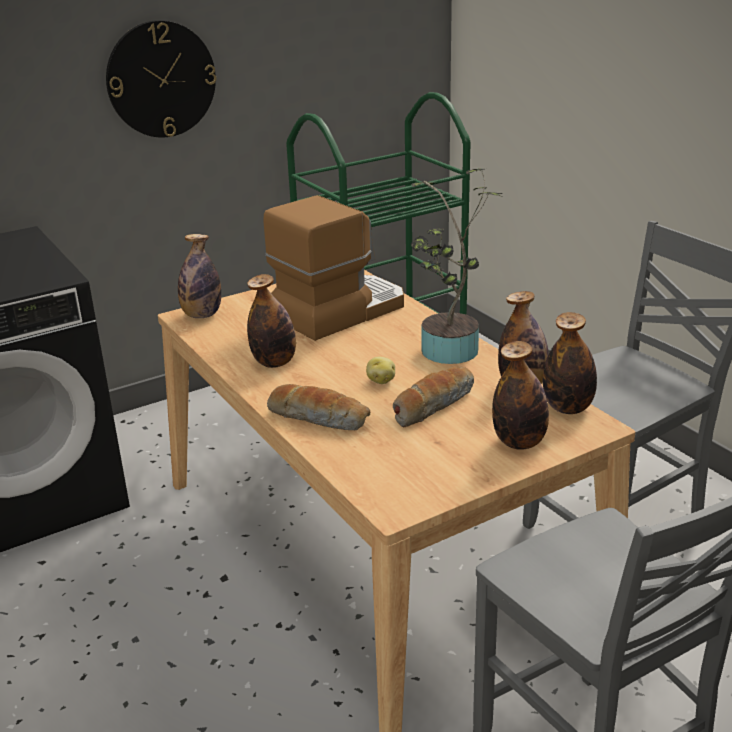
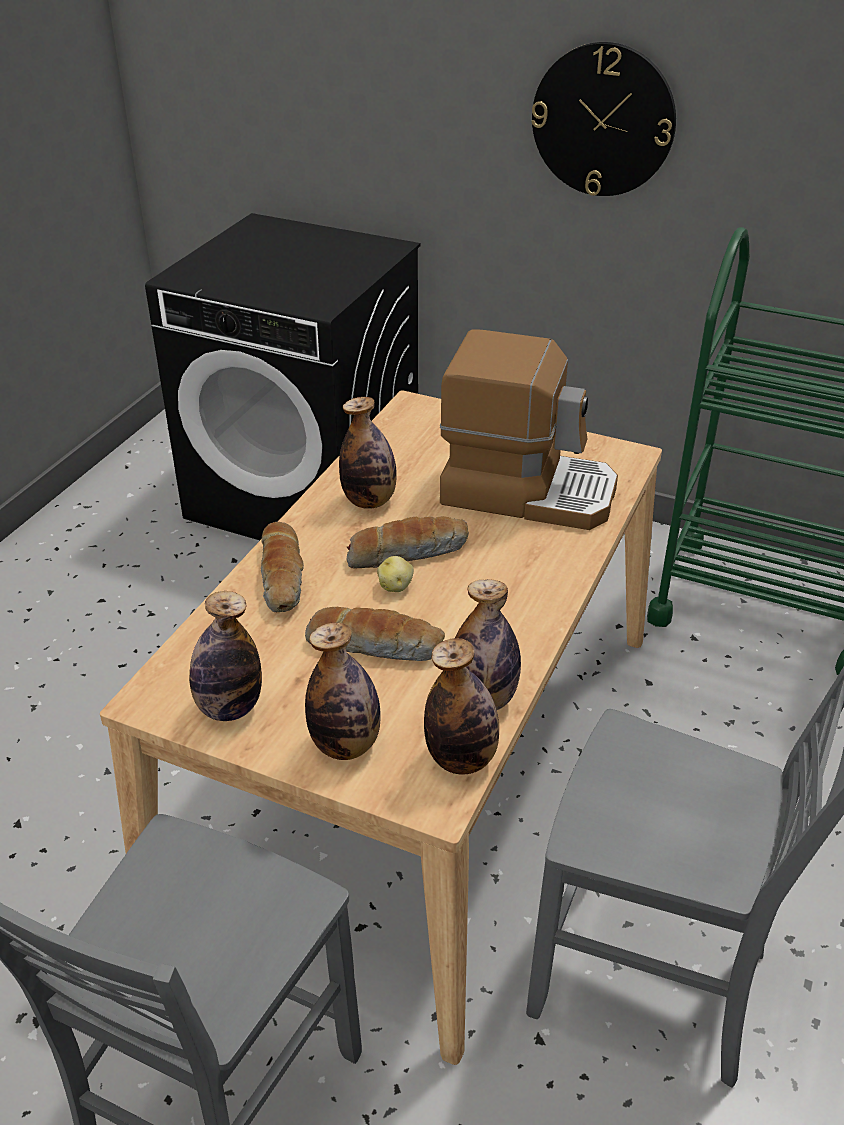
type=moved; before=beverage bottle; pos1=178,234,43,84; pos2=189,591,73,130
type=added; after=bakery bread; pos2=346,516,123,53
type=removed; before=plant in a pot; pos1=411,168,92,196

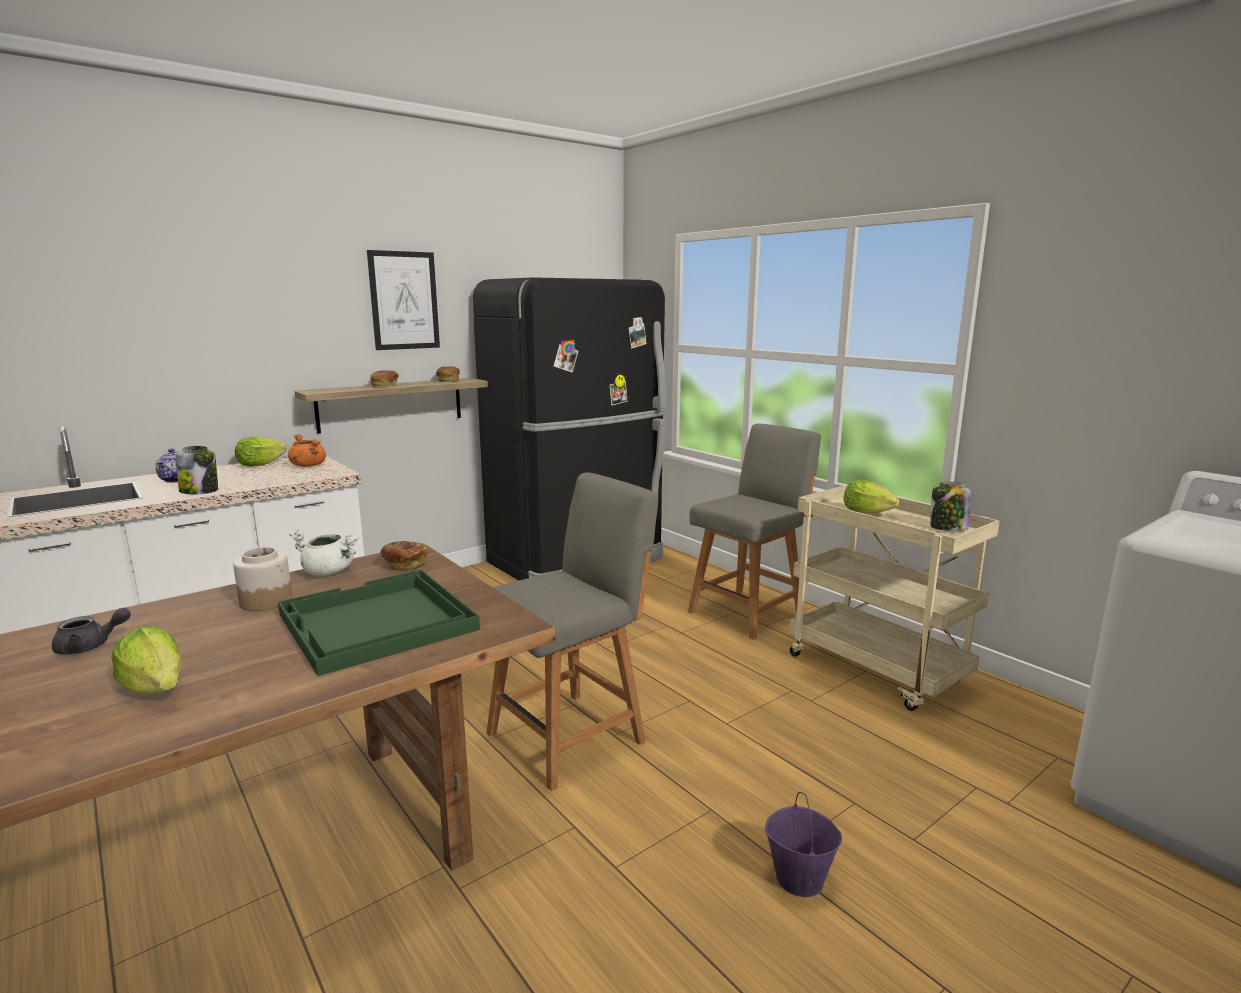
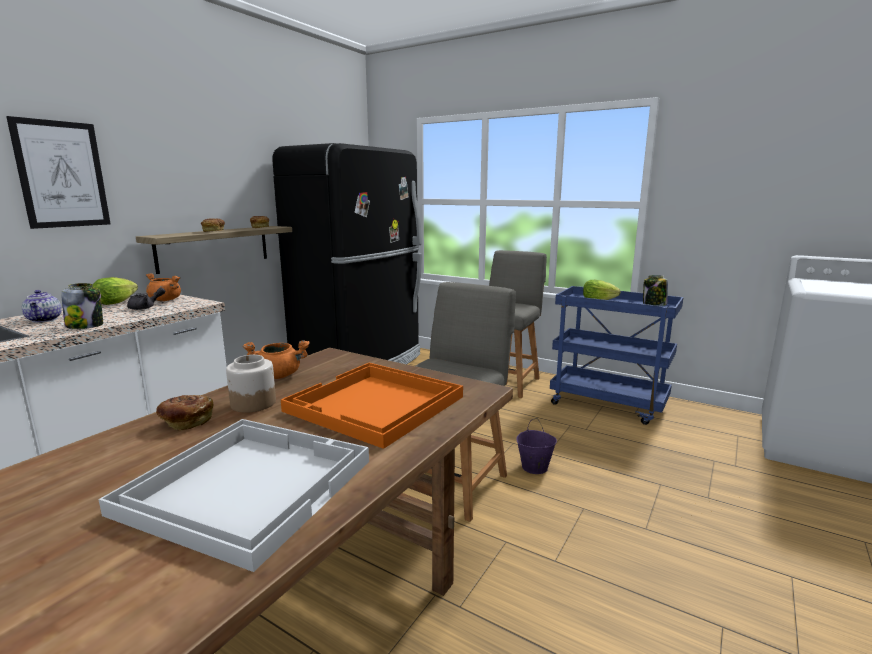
type=moved; before=wall picture; pos1=367,250,73,100; pos2=6,116,104,113
type=replaced; before=head of lettuce; after=white-coloured serving tray; pos1=111,626,71,69; pos2=98,419,271,153
type=moved; before=greyish teapot; pos1=52,608,79,47; pos2=127,288,38,22
type=moved; before=bakery bread; pos1=380,541,48,30; pos2=156,395,57,36
type=recoloured; before=white-coloured saucepot; after=orange-coloured saucepot; pos1=289,530,70,46; pos2=243,341,66,38
type=recoloured; before=greenish serving tray; after=orange-coloured serving tray; pos1=278,570,202,106; pos2=281,363,182,86
type=moved; before=purple pail; pos1=764,792,78,105; pos2=516,418,41,56
type=recoloured; before=beige-coloured wheeled cart; after=blue-coloured wheeled cart; pos1=789,485,211,226; pos2=550,286,134,139

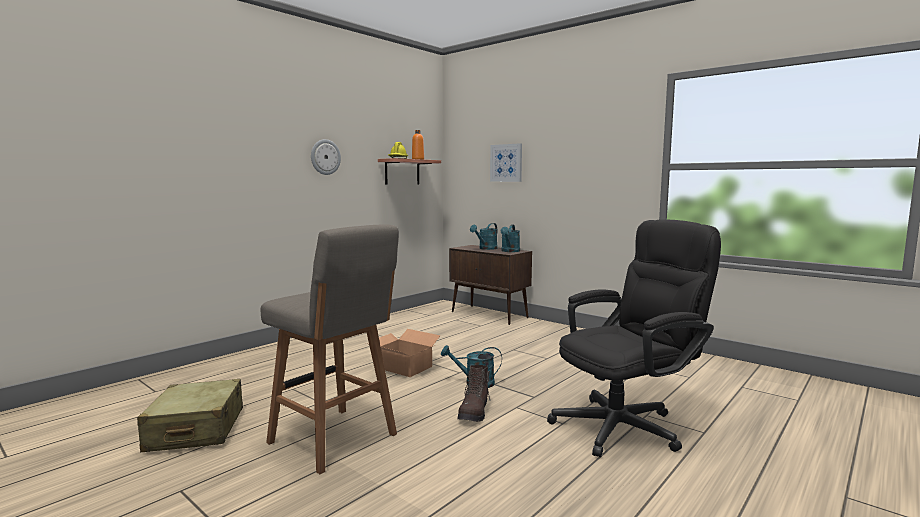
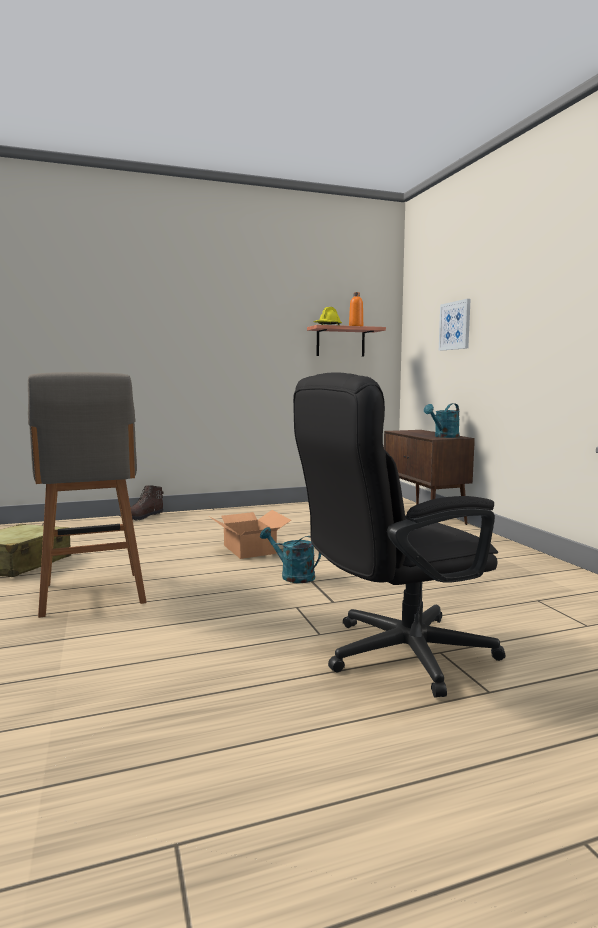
type=moved; before=brown boot; pos1=457,365,33,57; pos2=119,485,45,35
type=turned; before=blackish office chair; pos1=547,220,174,237; pos2=293,372,212,326; turn=150
type=removed; before=hanging clock; pos1=311,139,30,36
type=removed; before=blue-green watering pot; pos1=470,223,28,27

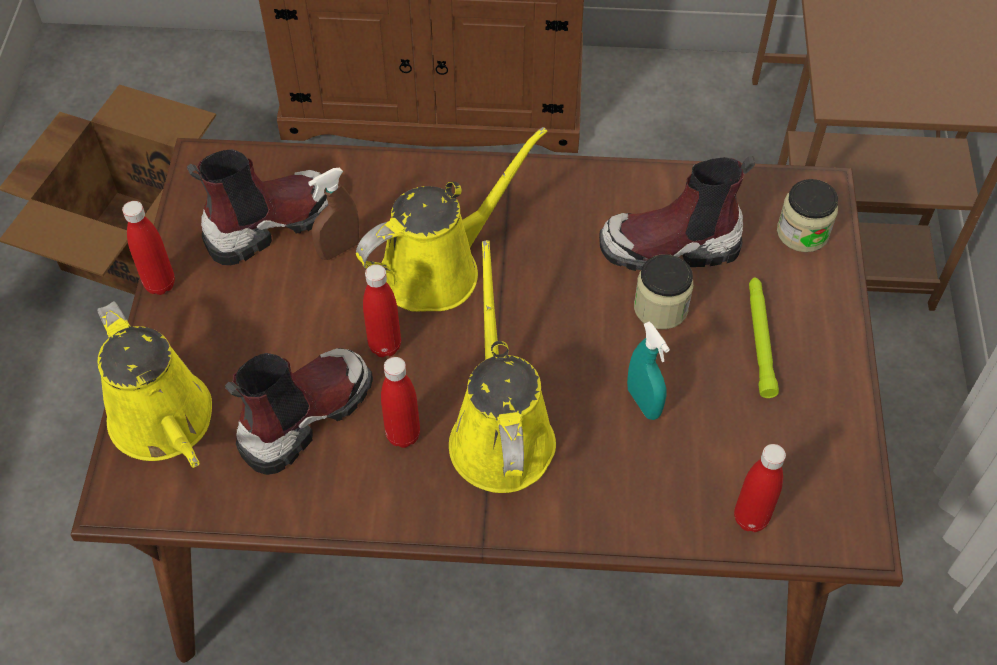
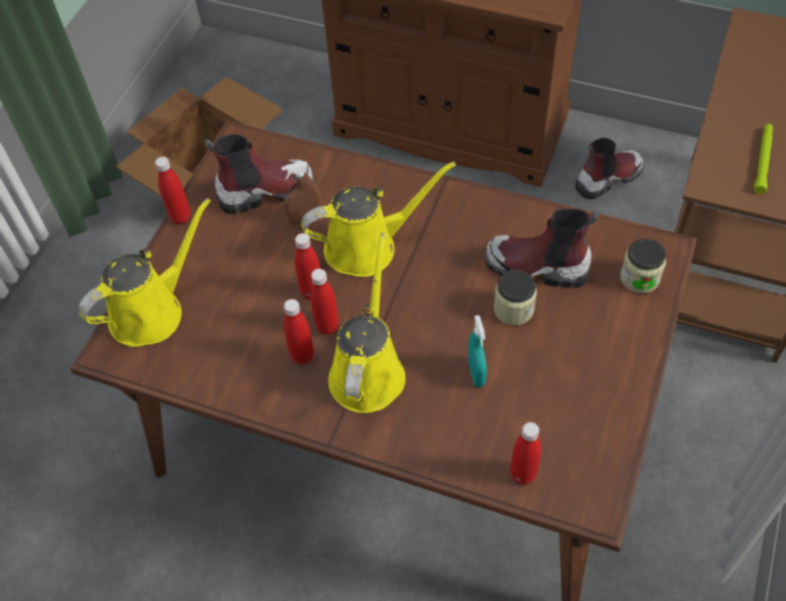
type=turned; before=yellowish watering pot; pos1=97,301,115,167; pos2=78,198,133,149; turn=-120
type=added; after=red beverage bottle; pos2=310,269,29,66
type=moved; before=boot; pos1=225,348,148,127; pos2=575,138,69,61
type=moved; before=greenish hand torch; pos1=749,277,30,121; pos2=754,124,19,70

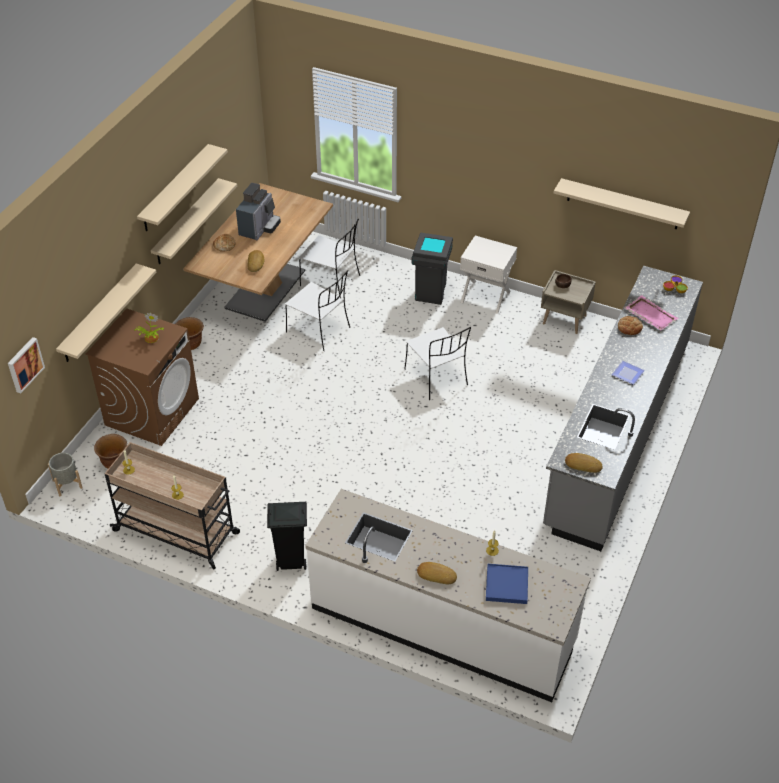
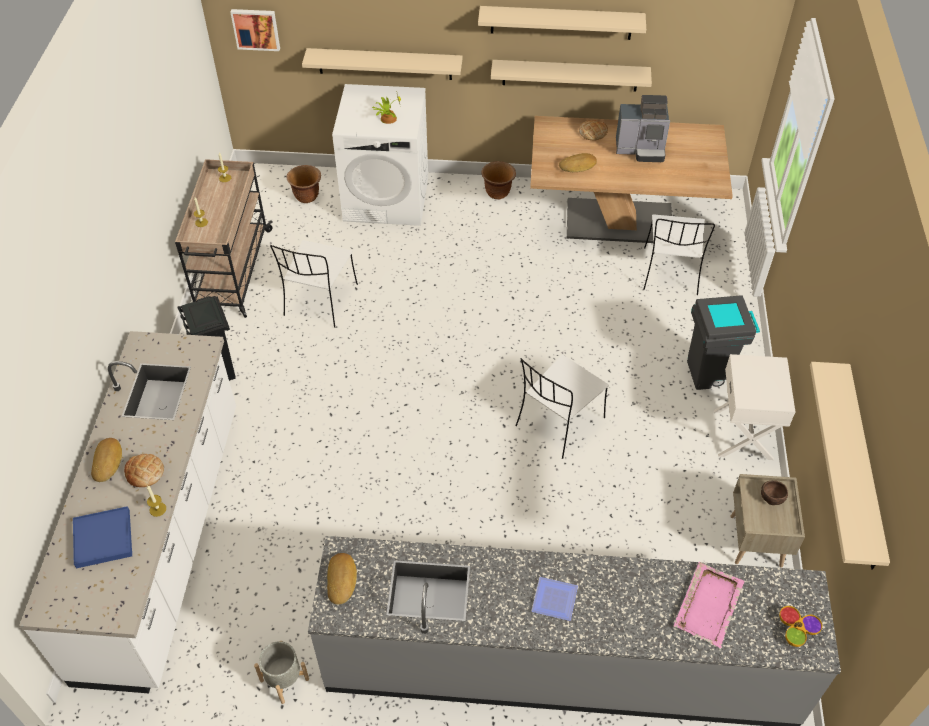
type=moved; before=bakery bread; pos1=618,316,25,19; pos2=124,454,40,33
type=moved; before=greyish planter; pos1=48,453,35,43; pos2=254,641,55,63
type=moved; before=white-coloured plain chair; pos1=285,270,65,81; pos2=270,240,88,87
type=recoloured; before=brown laundry appliance; after=white-coloured laundry appliance; pos1=85,309,114,137; pos2=332,84,96,142

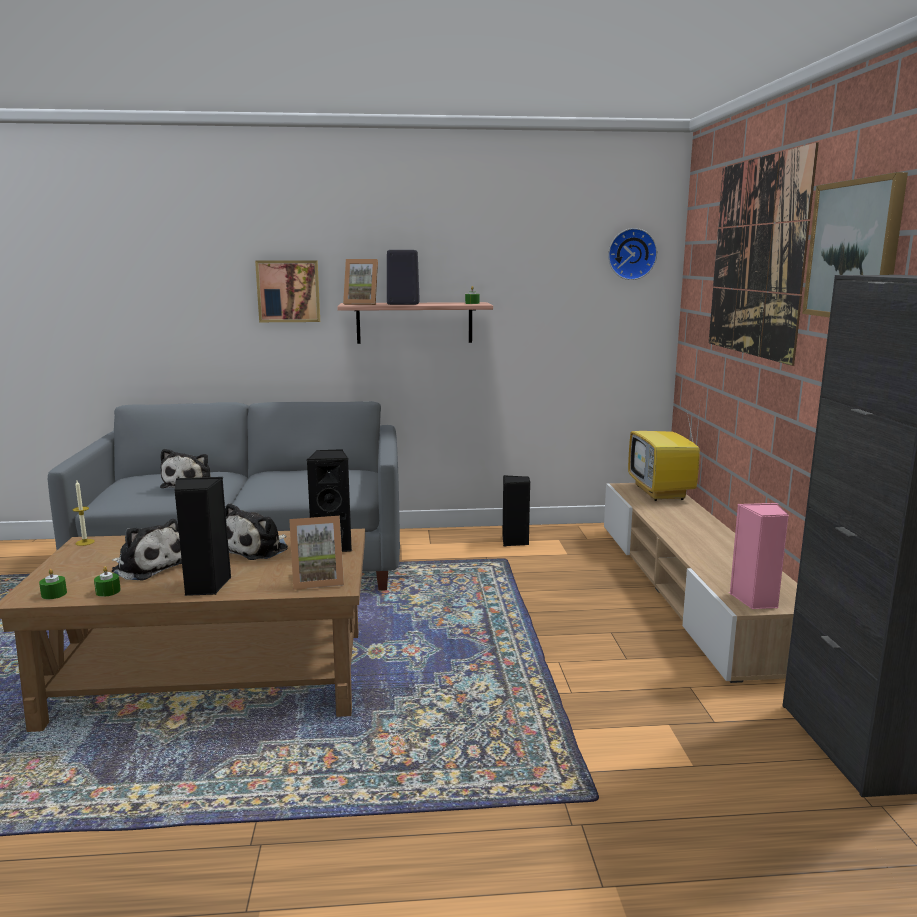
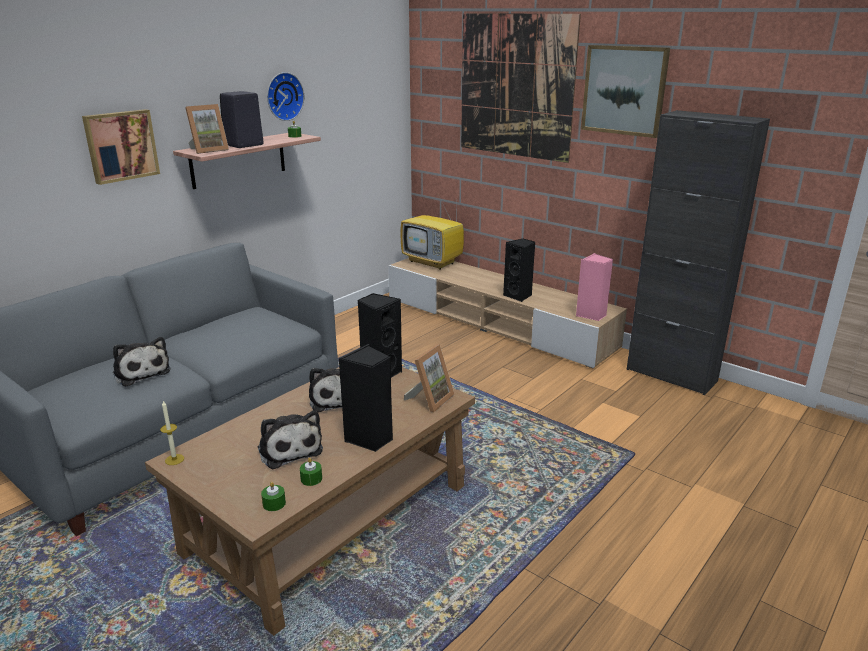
type=turned; before=soft toy; pos1=112,519,70,61; pos2=258,410,65,59; turn=75
type=moved; before=hanging clock; pos1=608,228,49,52; pos2=267,72,37,49
type=moved; before=blackish audio speaker; pos1=502,475,29,71; pos2=503,238,32,64

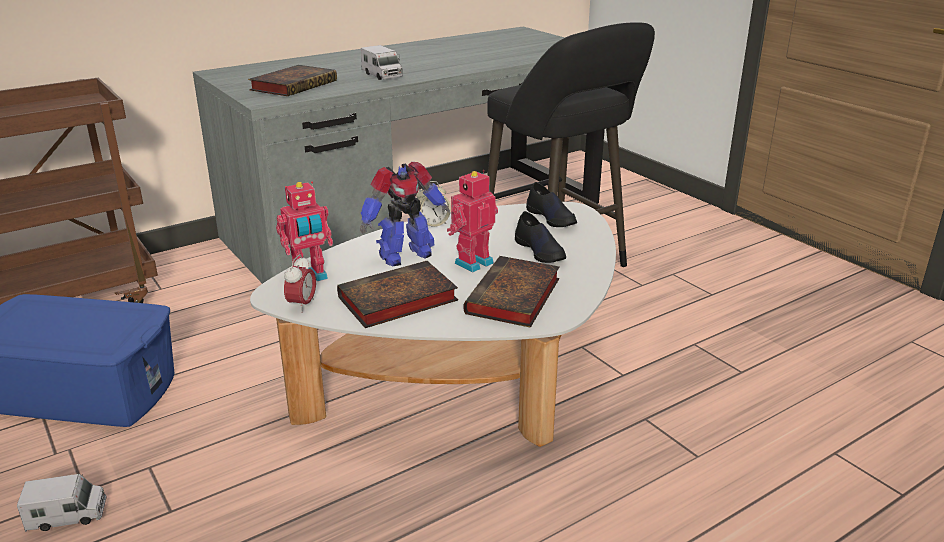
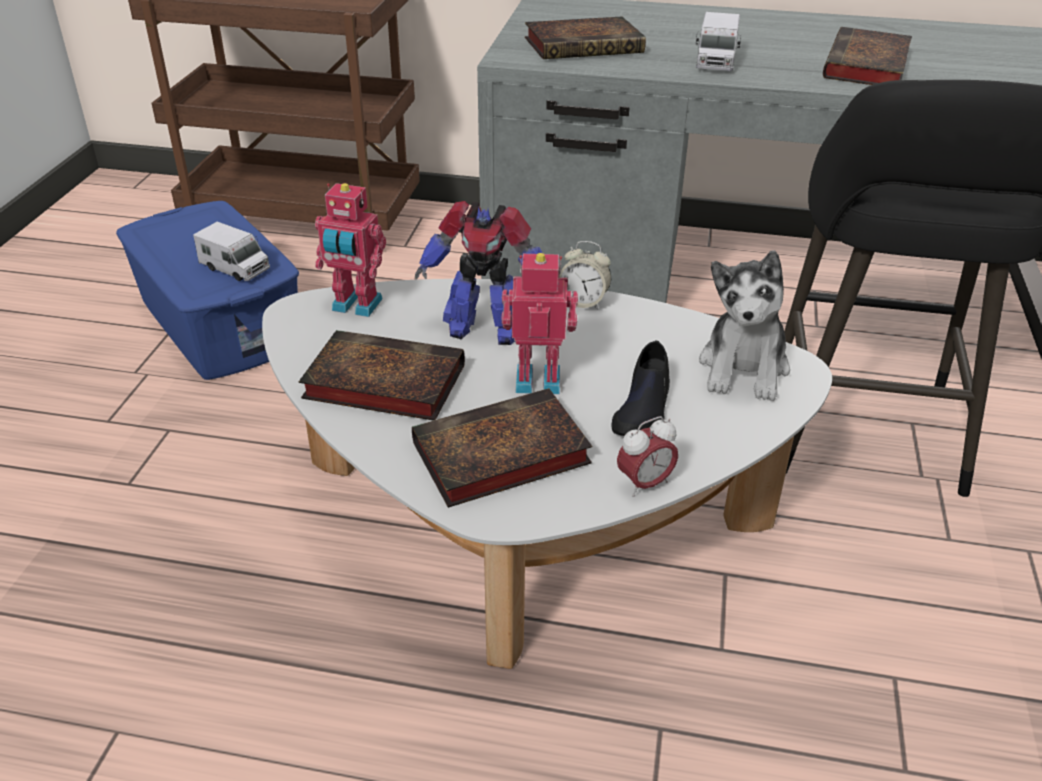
type=moved; before=toy lorry; pos1=17,474,89,58; pos2=193,221,77,60
type=moved; before=bedside clock; pos1=284,254,32,58; pos2=617,416,61,81
type=replaced; before=blackish shoe; after=soft toy; pos1=526,182,51,45; pos2=699,250,91,151
type=added; after=book; pos2=823,27,89,58

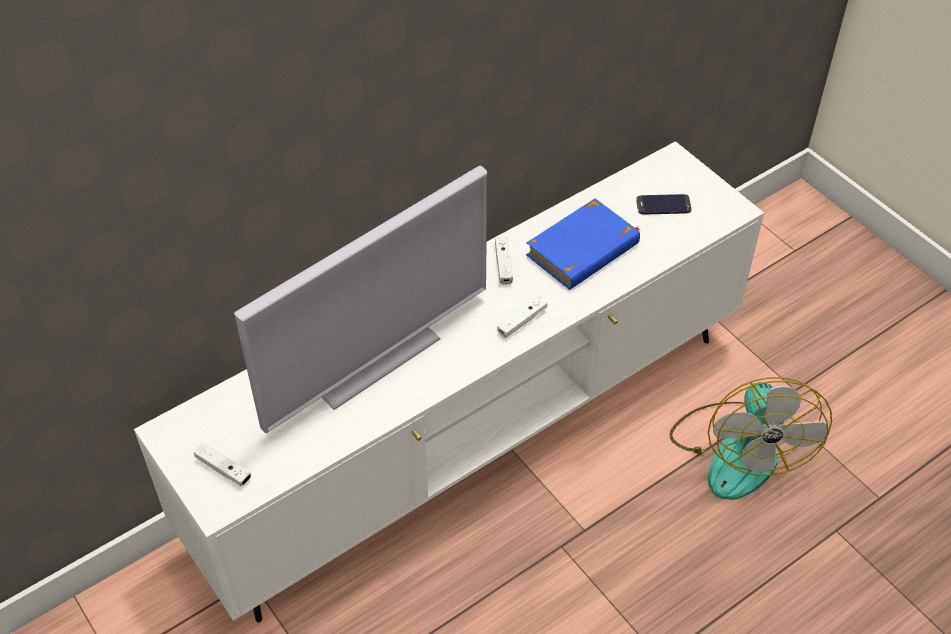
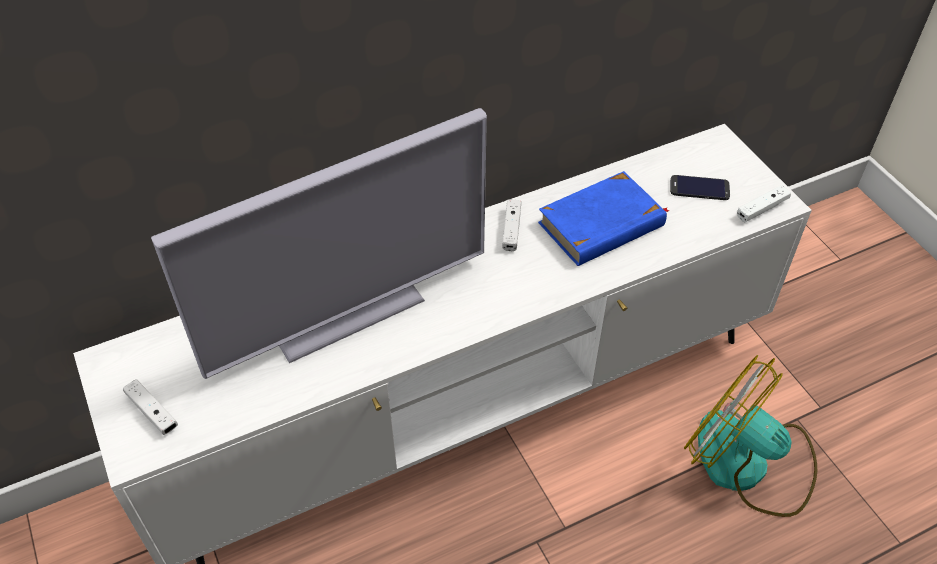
type=turned; before=electric fan; pos1=669,377,163,123; pos2=684,355,133,162; turn=120
type=moved; before=white-coloured game controller; pos1=497,296,50,42; pos2=737,185,54,37

